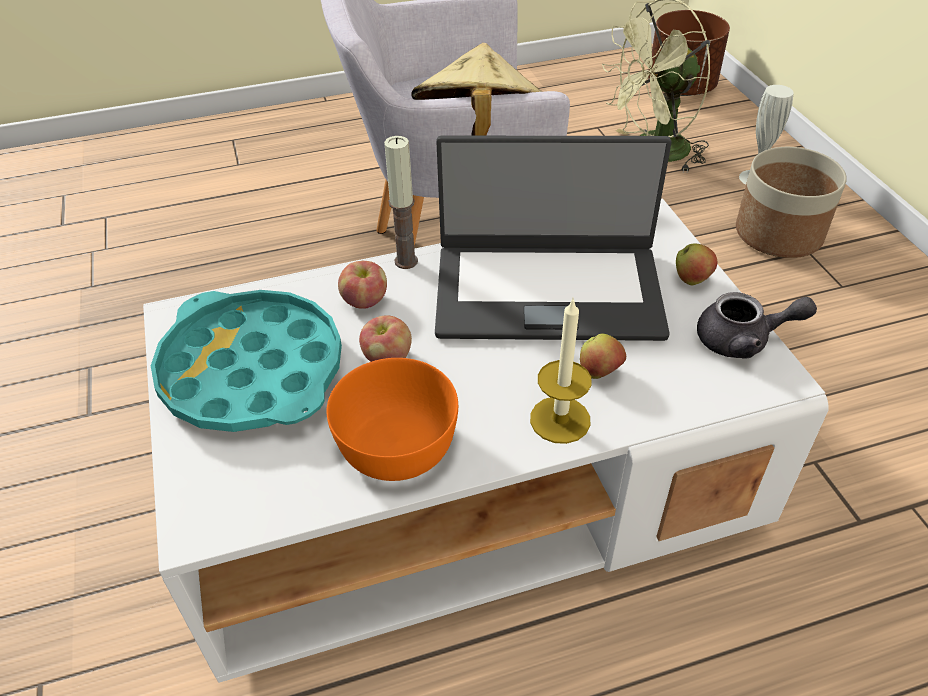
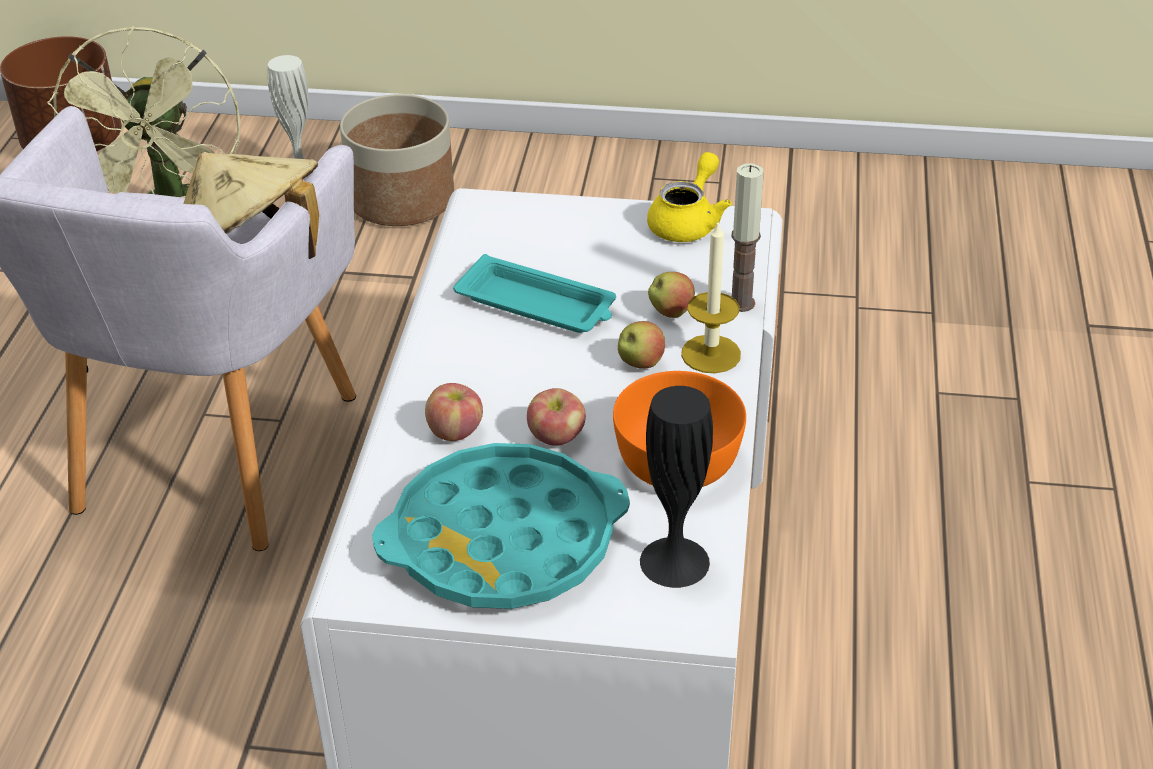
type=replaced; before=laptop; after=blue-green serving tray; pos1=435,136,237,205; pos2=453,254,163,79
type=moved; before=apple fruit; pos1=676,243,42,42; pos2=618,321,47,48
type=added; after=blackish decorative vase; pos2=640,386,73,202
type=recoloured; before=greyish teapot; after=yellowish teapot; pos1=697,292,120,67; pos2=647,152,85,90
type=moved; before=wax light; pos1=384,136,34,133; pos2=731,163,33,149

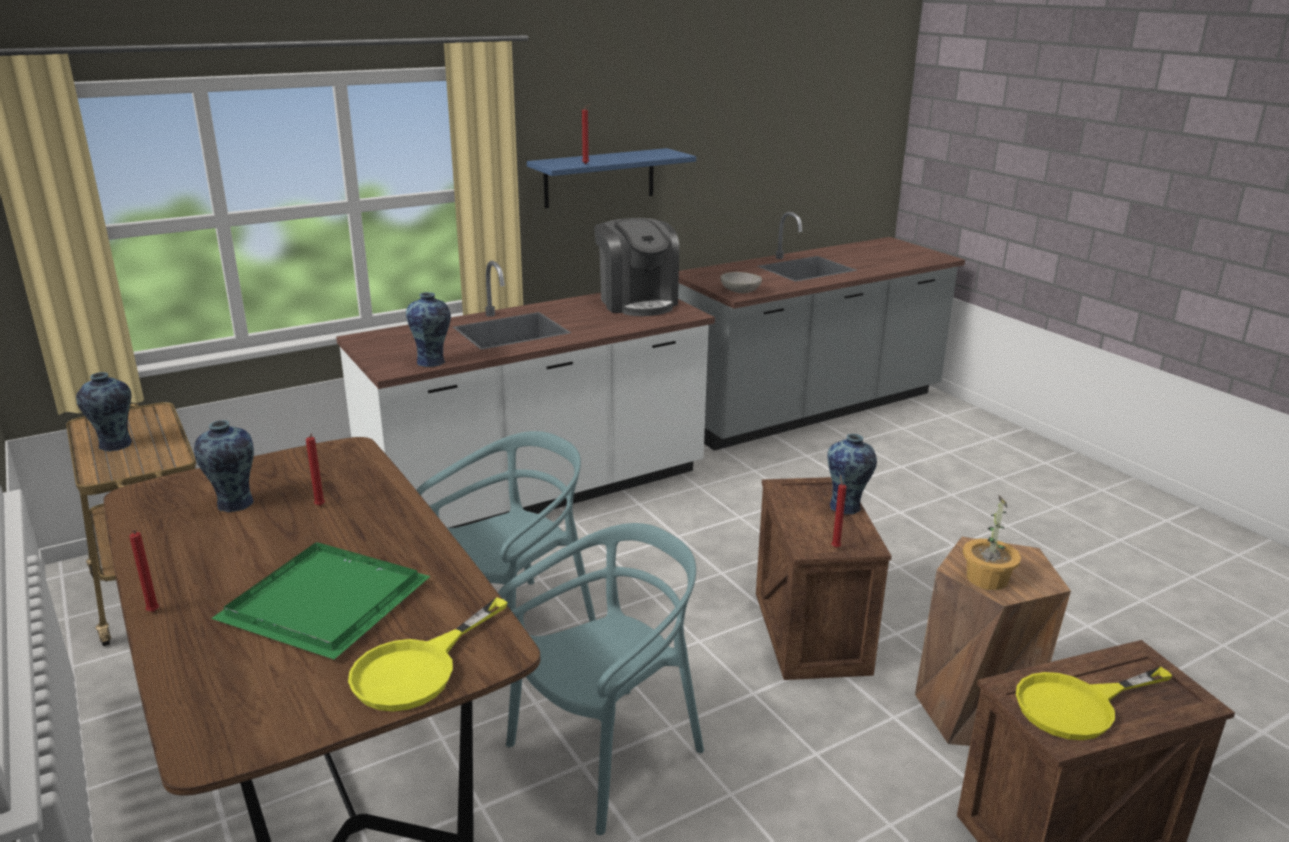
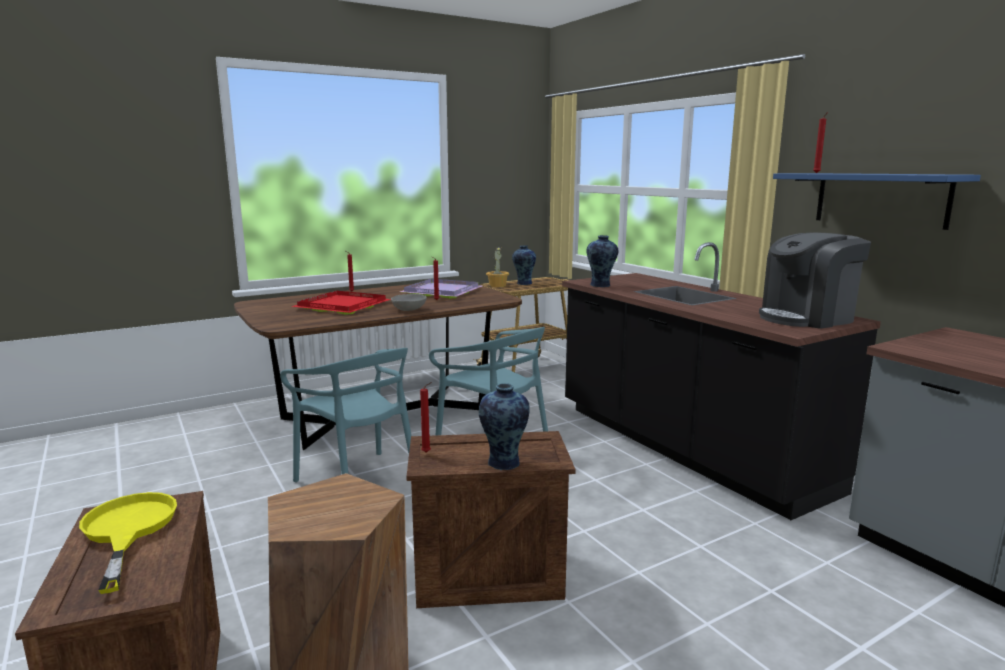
type=recoloured; before=greenish serving tray; after=red serving tray; pos1=211,542,219,117; pos2=291,291,100,23
type=moved; before=greyish deep dish; pos1=720,272,42,21; pos2=391,294,36,17
type=replaced; before=decorative vase; after=purple serving tray; pos1=194,420,60,92; pos2=400,279,82,19
type=moved; before=plant in a pot; pos1=963,496,58,94; pos2=486,247,23,40
type=recoloured; before=white-coloured kitchen base unit; after=blackish kitchen base unit; pos1=336,261,379,267; pos2=562,242,319,278
type=removed; before=yellowish skillet; pos1=348,597,160,114

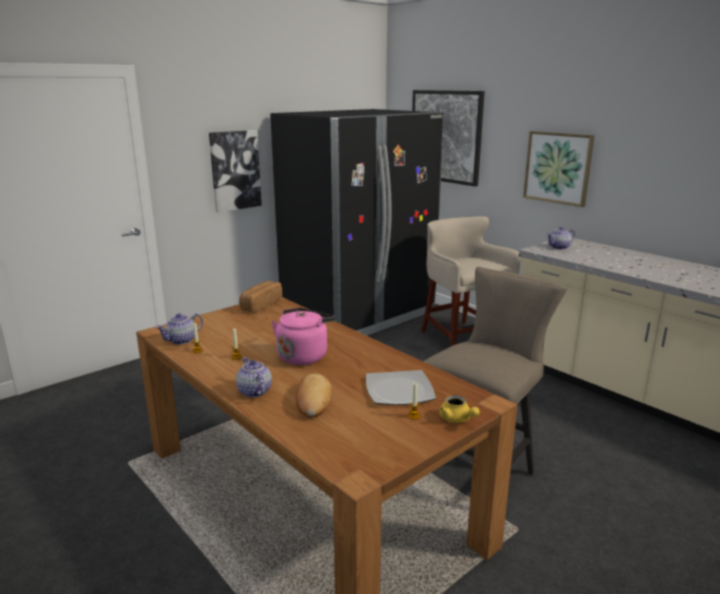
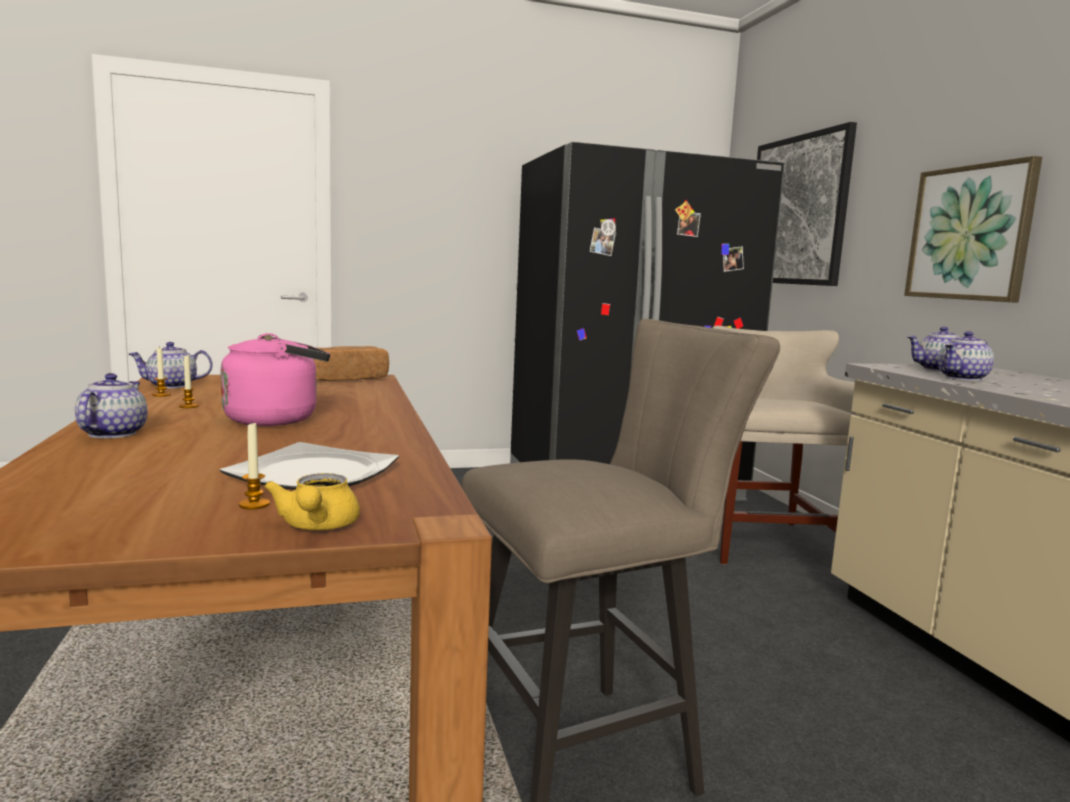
type=added; after=teapot; pos2=938,331,56,50
type=removed; before=wall picture; pos1=209,130,53,82
type=removed; before=bakery bread; pos1=296,373,36,44

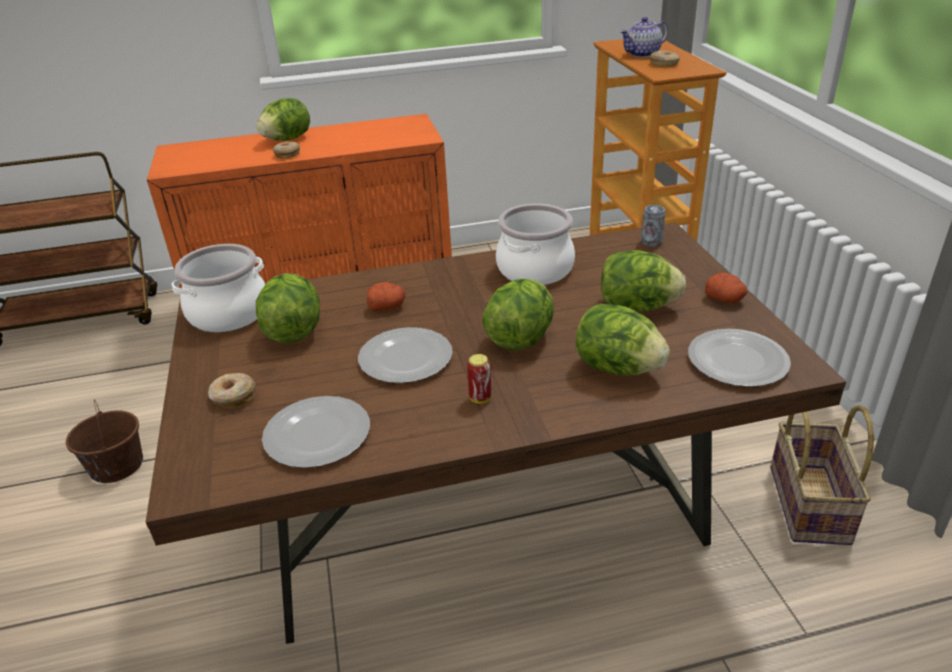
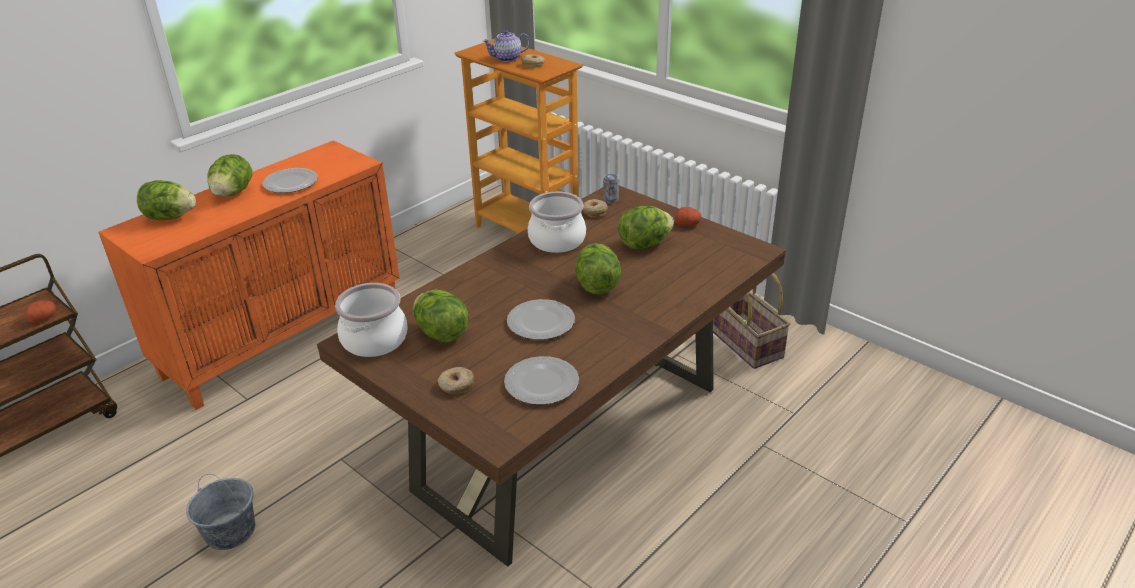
type=moved; before=spud; pos1=367,282,38,30; pos2=26,301,30,22
type=moved; before=head of lettuce; pos1=575,303,95,72; pos2=137,180,59,40
type=recoloured; before=brown pail; after=greyish pail; pos1=66,399,77,84; pos2=186,474,69,76
type=moved; before=plate; pos1=688,329,103,58; pos2=262,168,56,25
type=turned; before=teapot; pos1=620,17,48,40; pos2=483,30,47,32; turn=45
type=moved; before=donut; pos1=273,142,27,17; pos2=583,199,25,19
type=removed; before=can; pos1=467,354,24,50

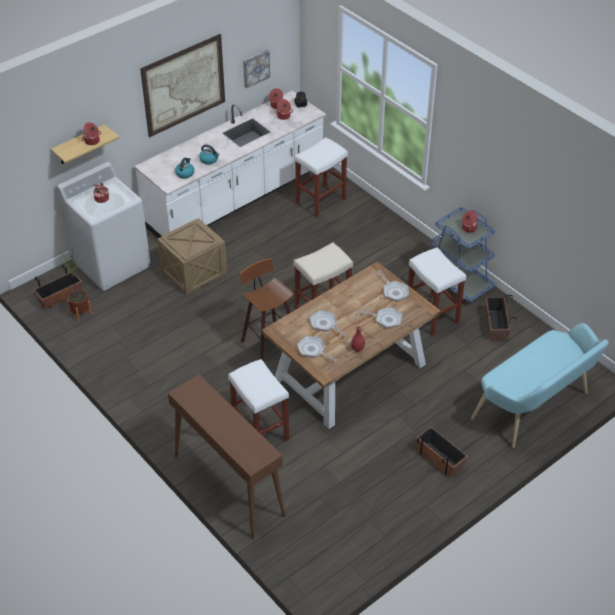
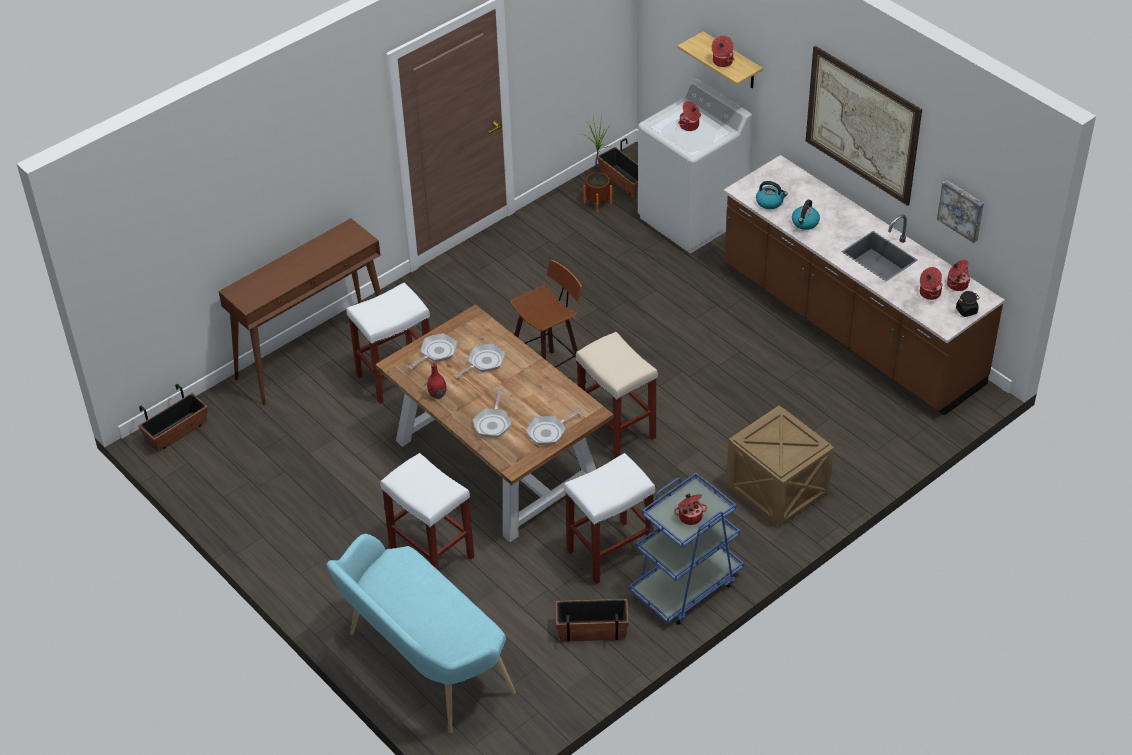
type=moved; before=planter; pos1=416,427,52,51; pos2=138,384,70,68
type=moved; before=white-coloured stool; pos1=295,137,53,80; pos2=380,453,95,118
type=recoloured; before=white-coloured kitchen base unit; after=brown kitchen base unit; pos1=134,91,192,147; pos2=723,155,282,261
type=moved; before=shipping crate; pos1=157,218,70,77; pos2=726,405,108,122

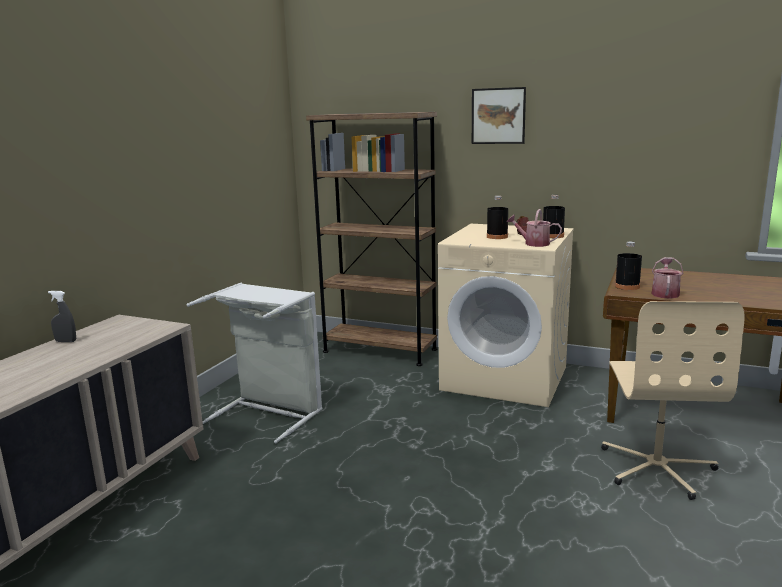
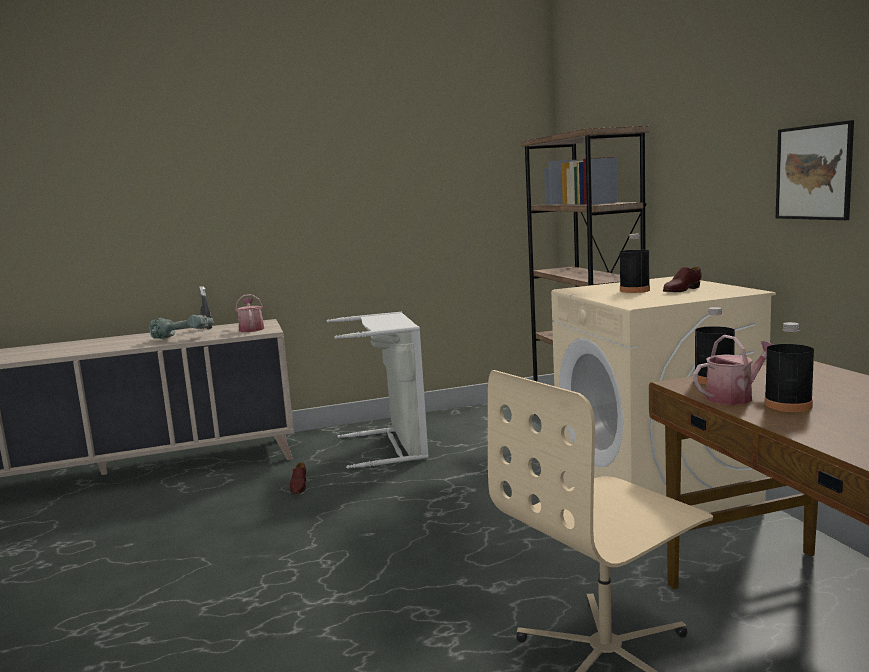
type=added; after=drill; pos2=150,315,64,24
type=moved; before=watering pot; pos1=507,209,55,38; pos2=235,294,29,38
type=added; after=brown shoe; pos2=289,462,17,33
type=moved; before=blackish beverage bottle; pos1=543,195,22,43; pos2=764,322,50,90
type=moved; before=wall picture; pos1=472,87,54,57; pos2=776,120,78,100

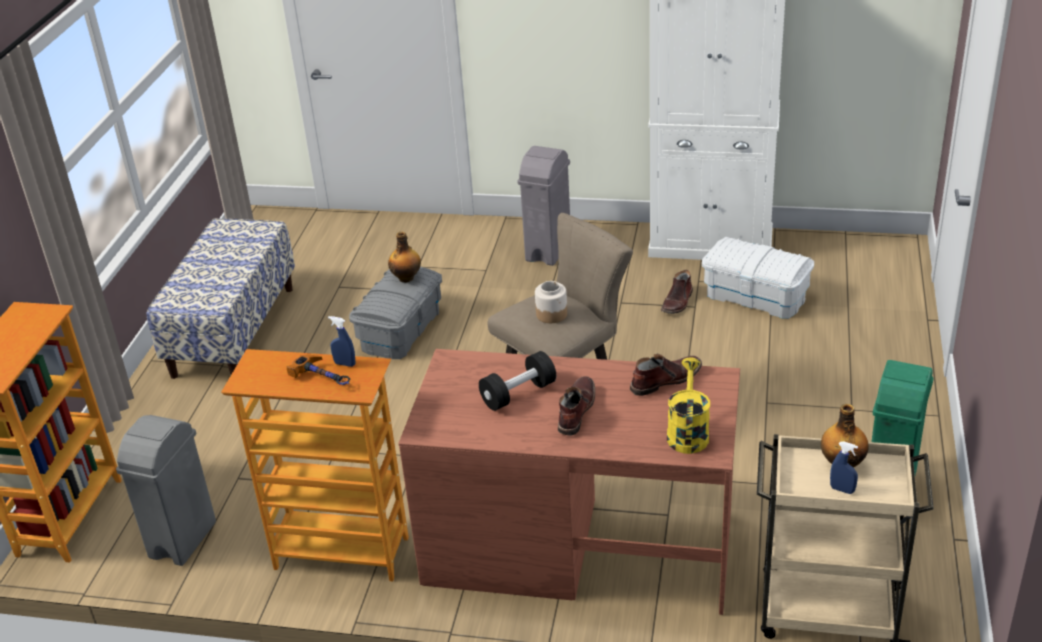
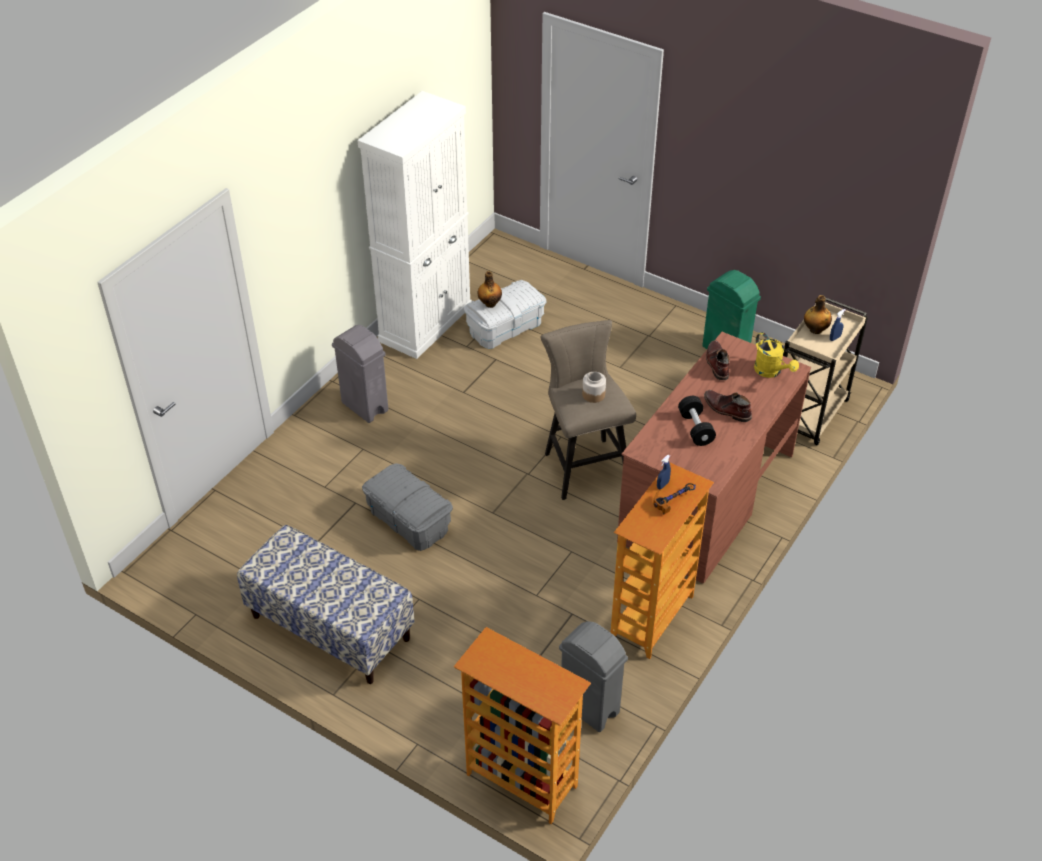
type=moved; before=beverage bottle; pos1=388,232,33,51; pos2=478,271,24,37
type=turned; before=yellowish watering pot; pos1=667,357,43,97; pos2=754,332,45,46; turn=-150
type=removed; before=brown boot; pos1=661,270,32,44

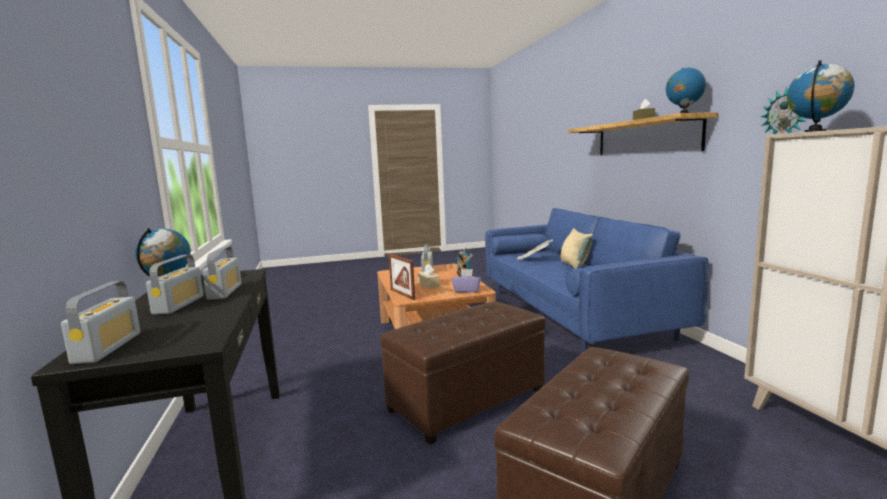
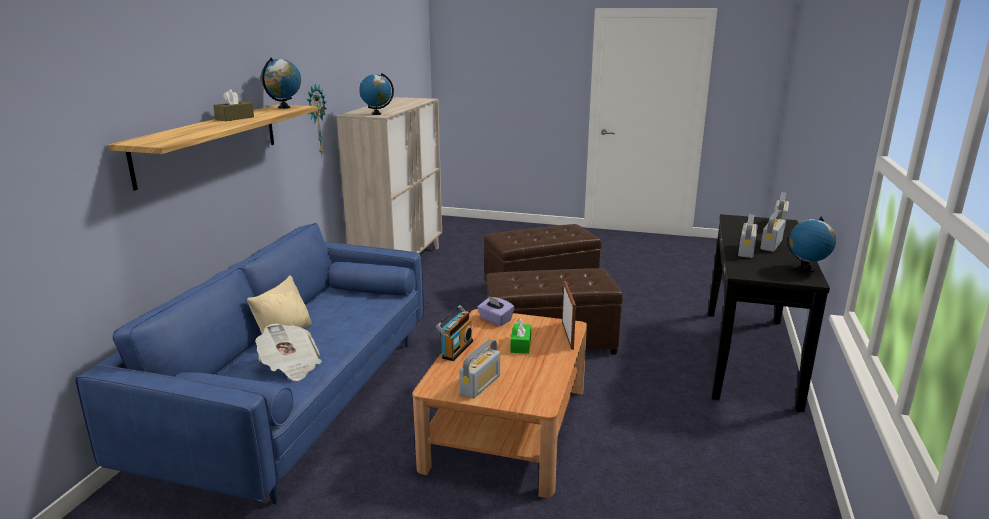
type=recoloured; before=beige-coloured tissue box; after=greenish tissue box; pos1=418,264,22,25; pos2=510,318,21,36

